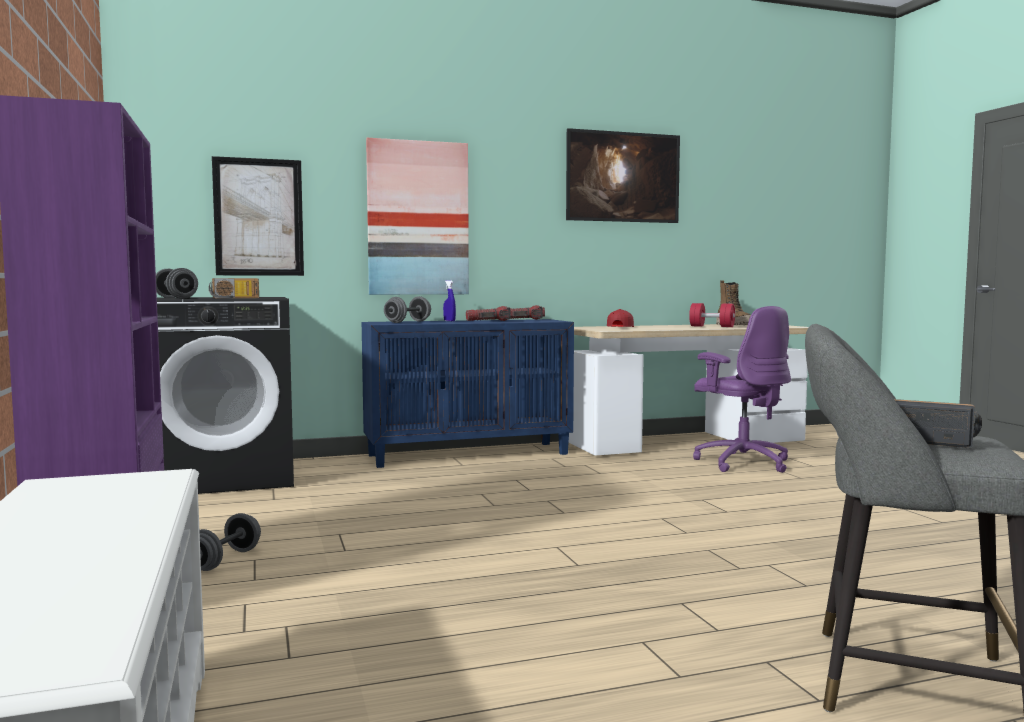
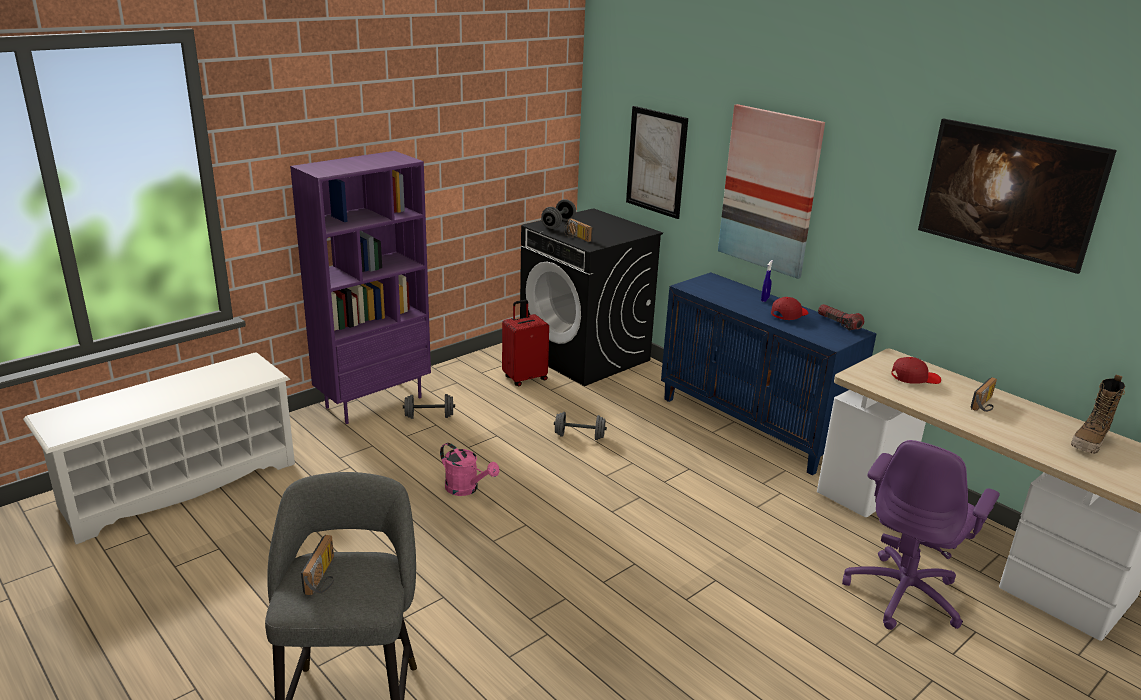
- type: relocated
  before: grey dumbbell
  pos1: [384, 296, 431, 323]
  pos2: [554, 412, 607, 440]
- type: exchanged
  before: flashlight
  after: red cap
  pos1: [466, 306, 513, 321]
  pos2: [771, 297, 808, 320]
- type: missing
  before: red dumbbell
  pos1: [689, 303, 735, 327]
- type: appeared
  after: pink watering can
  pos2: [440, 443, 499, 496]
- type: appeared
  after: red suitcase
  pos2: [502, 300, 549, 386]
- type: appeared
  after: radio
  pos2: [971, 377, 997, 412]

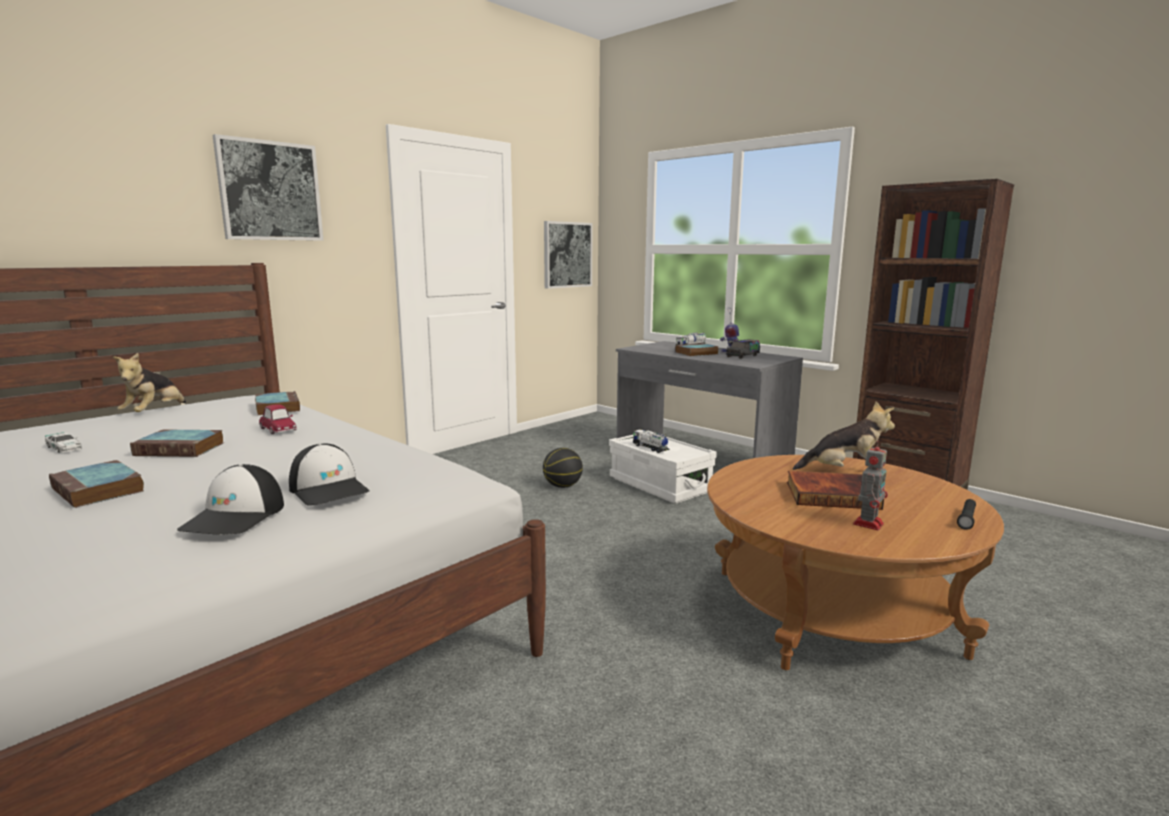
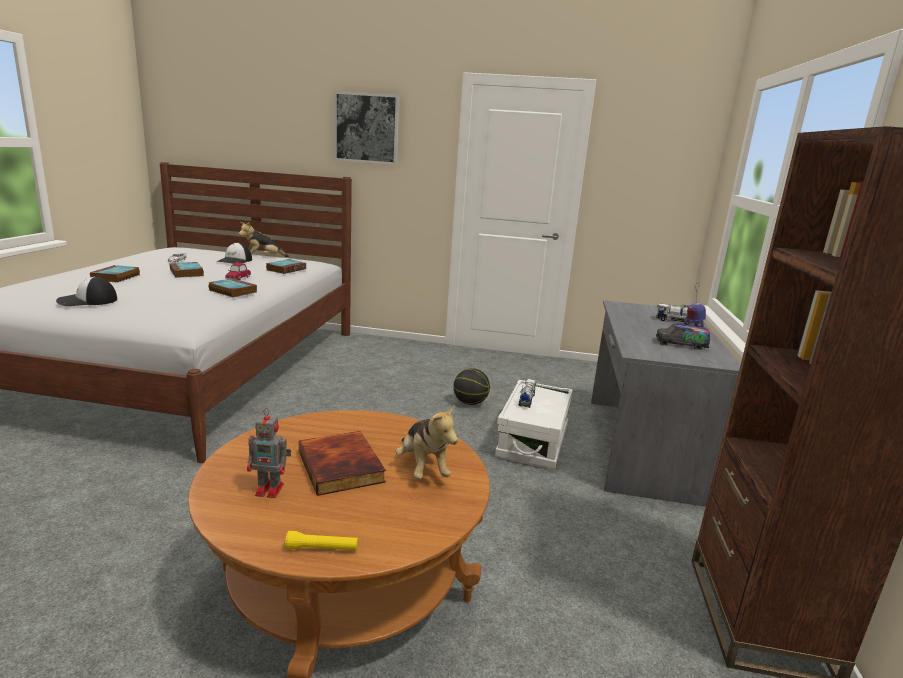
- type: relocated
  before: cap
  pos1: [289, 444, 370, 506]
  pos2: [216, 242, 252, 264]
- type: missing
  before: picture
  pos1: [544, 221, 593, 289]
- type: relocated
  before: book
  pos1: [675, 343, 719, 356]
  pos2: [208, 278, 257, 297]
- type: colour
  before: black flashlight
  after: yellow flashlight
  pos1: [957, 499, 976, 530]
  pos2: [285, 531, 358, 551]

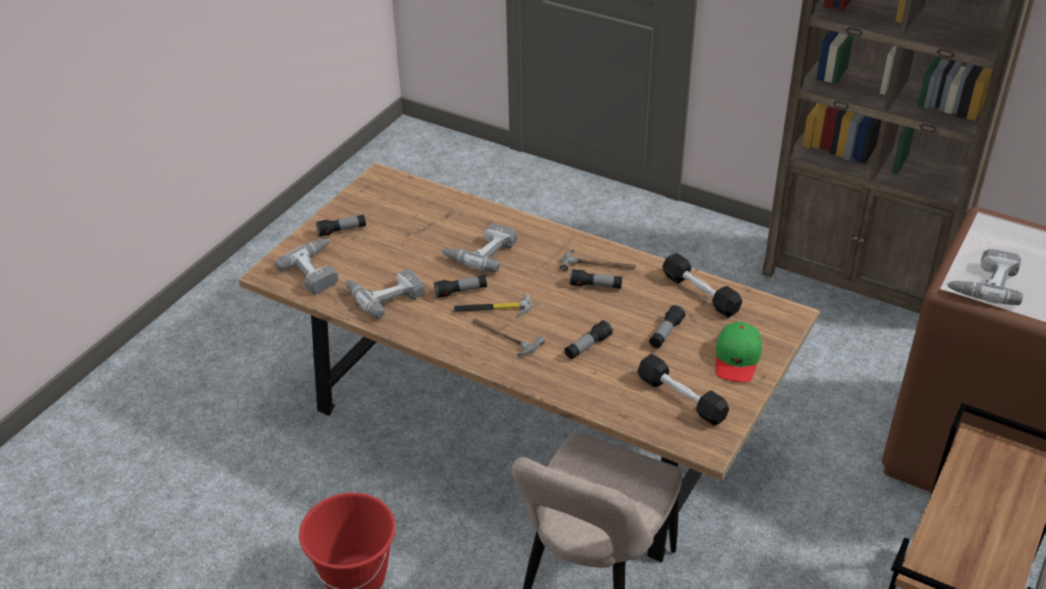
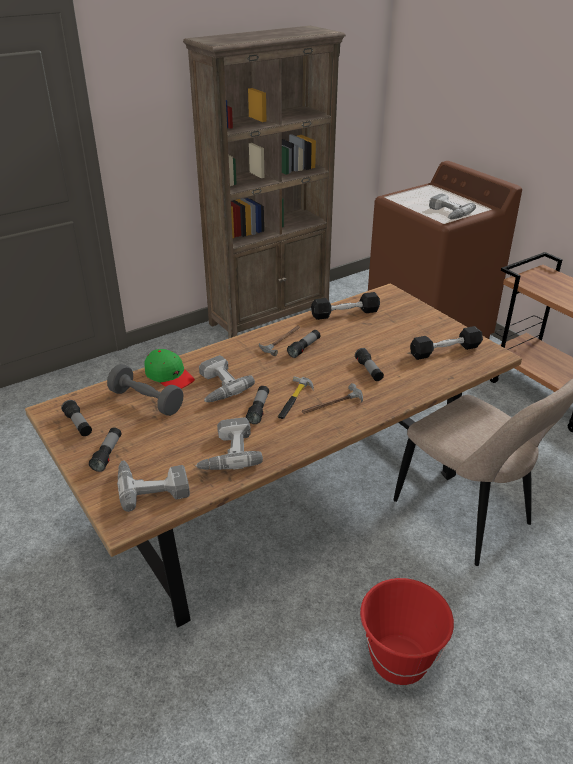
- type: relocated
  before: flashlight
  pos1: [649, 305, 686, 348]
  pos2: [61, 400, 92, 436]
- type: relocated
  before: green cap
  pos1: [716, 322, 762, 382]
  pos2: [144, 349, 195, 389]
- type: appeared
  after: grey dumbbell
  pos2: [107, 364, 183, 416]

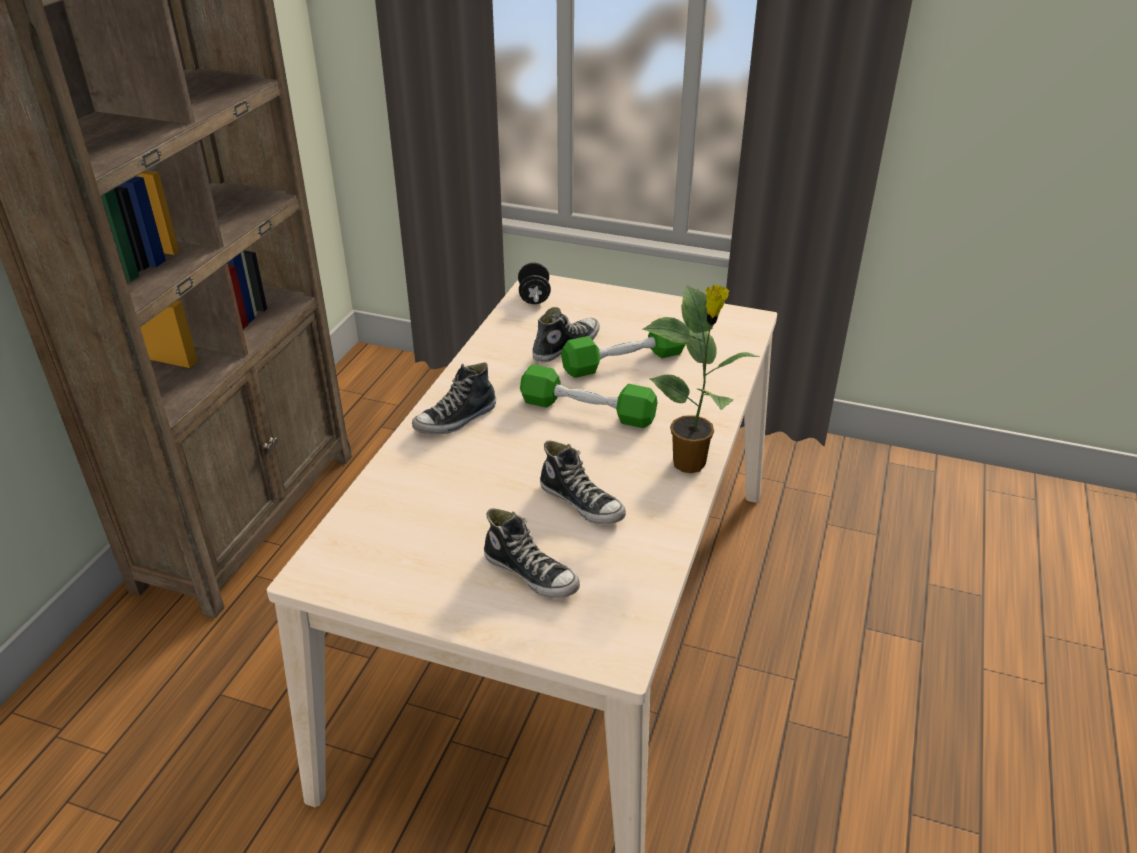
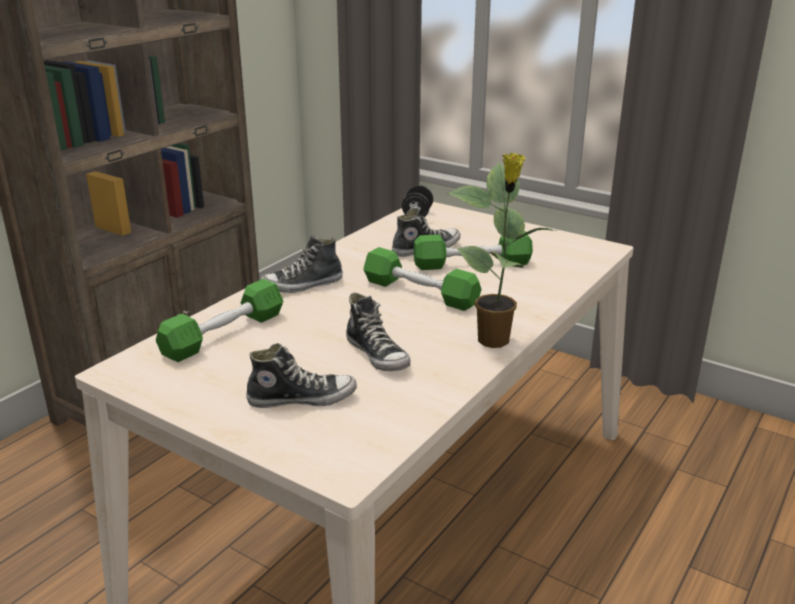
- type: spun
  before: shoe
  pos1: [484, 508, 580, 598]
  pos2: [246, 343, 357, 408]
  turn: -60
- type: appeared
  after: green dumbbell
  pos2: [156, 279, 284, 362]

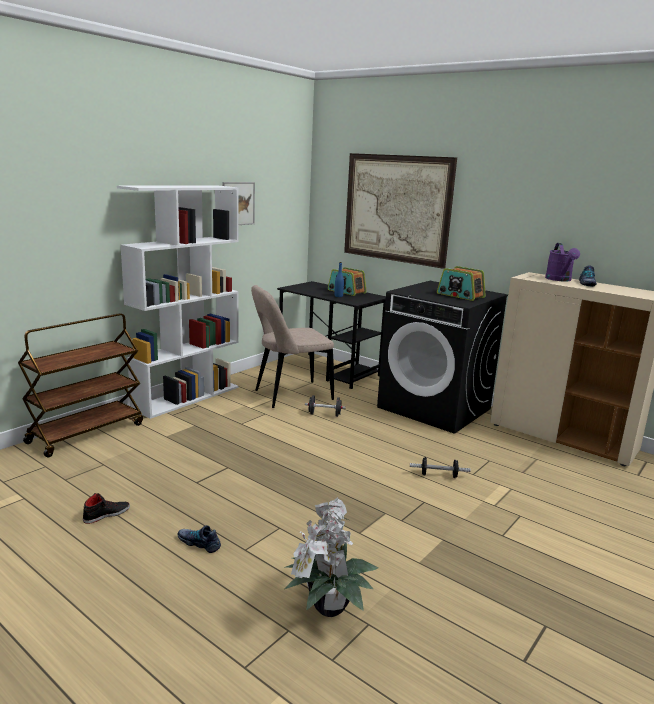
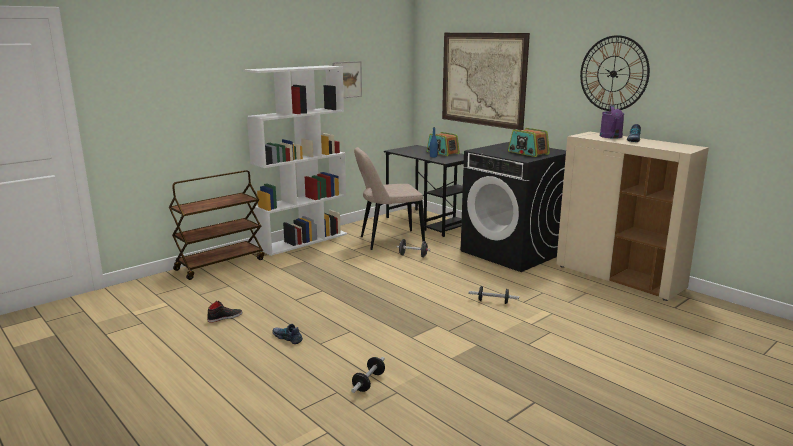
- type: exchanged
  before: potted plant
  after: dumbbell
  pos1: [284, 497, 379, 617]
  pos2: [351, 357, 385, 393]
- type: appeared
  after: wall clock
  pos2: [580, 35, 650, 111]

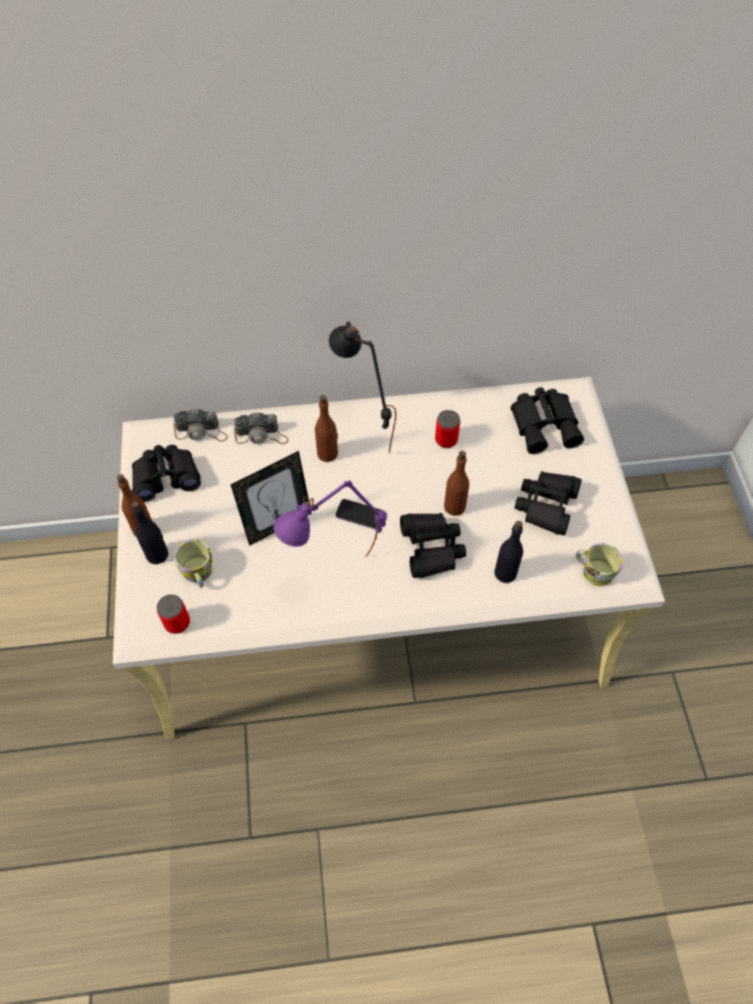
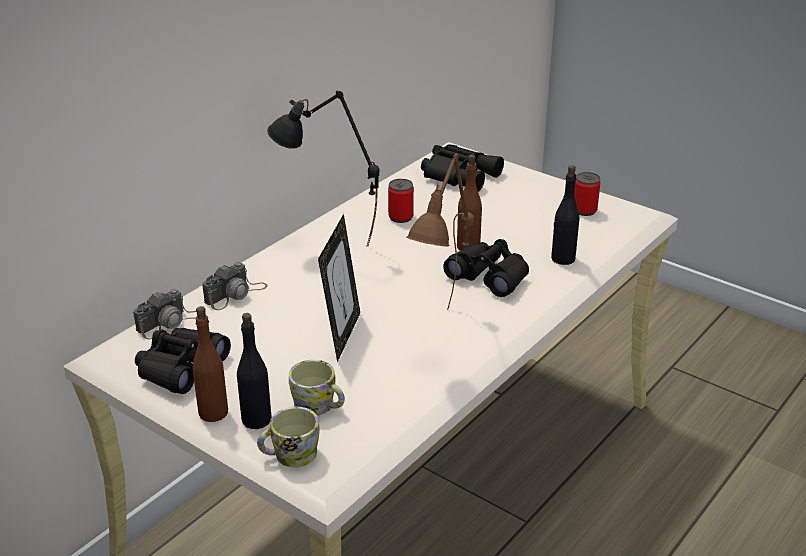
- type: relocated
  before: can
  pos1: [157, 595, 190, 634]
  pos2: [574, 172, 601, 216]
- type: colour
  before: purple table lamp
  after: brown table lamp
  pos1: [273, 481, 387, 556]
  pos2: [406, 153, 474, 310]
- type: missing
  before: brown bottle
  pos1: [315, 395, 338, 462]
- type: missing
  before: phone
  pos1: [335, 499, 384, 530]
- type: missing
  before: black binoculars
  pos1: [515, 471, 582, 536]
- type: relocated
  before: mug
  pos1: [576, 543, 623, 586]
  pos2: [257, 407, 320, 467]

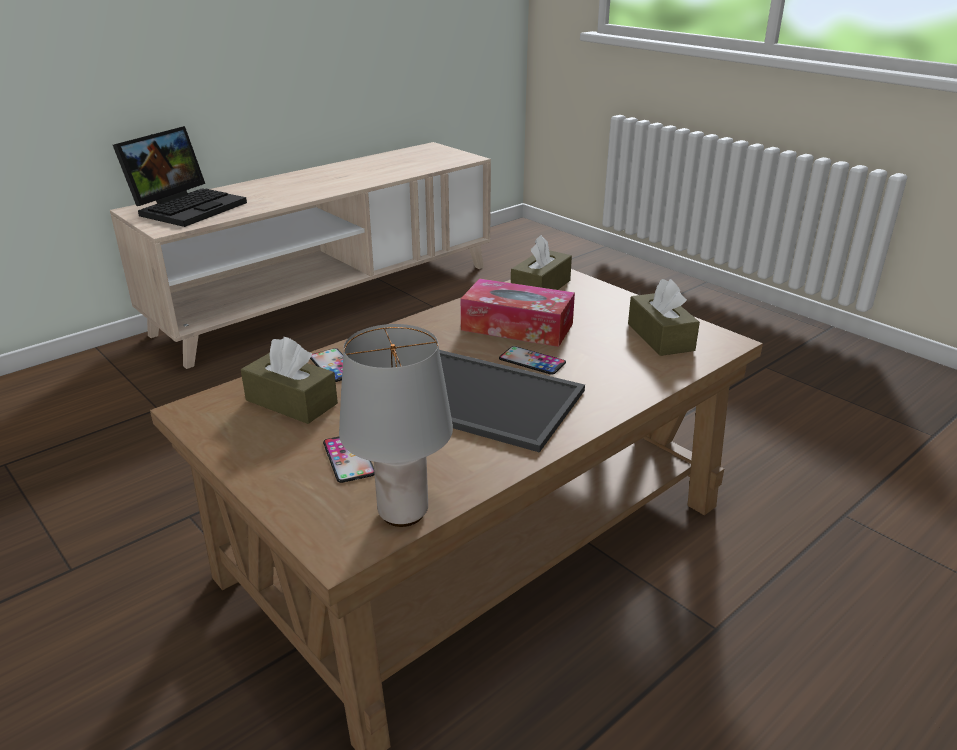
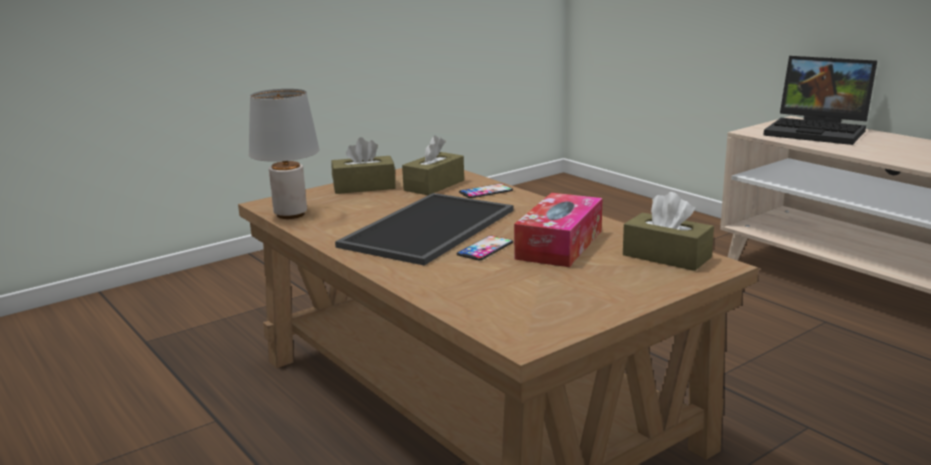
- type: missing
  before: phone
  pos1: [323, 437, 375, 483]
- type: relocated
  before: brown tissue box
  pos1: [628, 279, 700, 356]
  pos2: [331, 137, 396, 194]

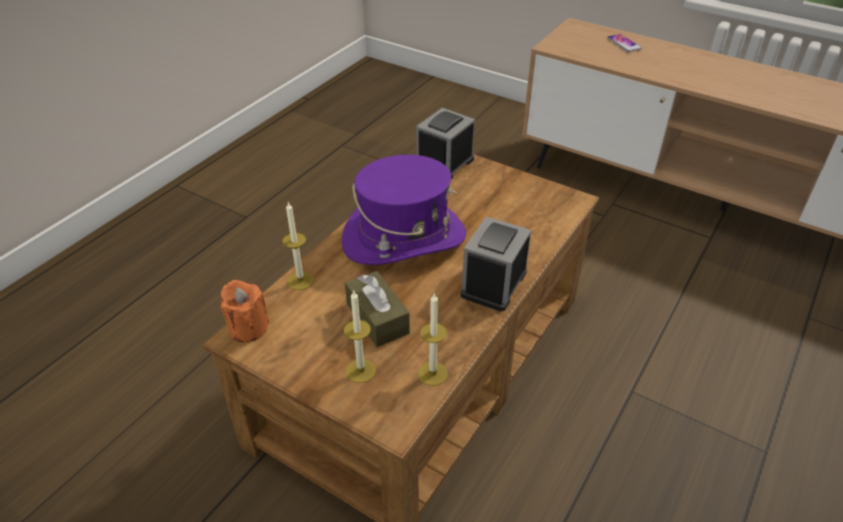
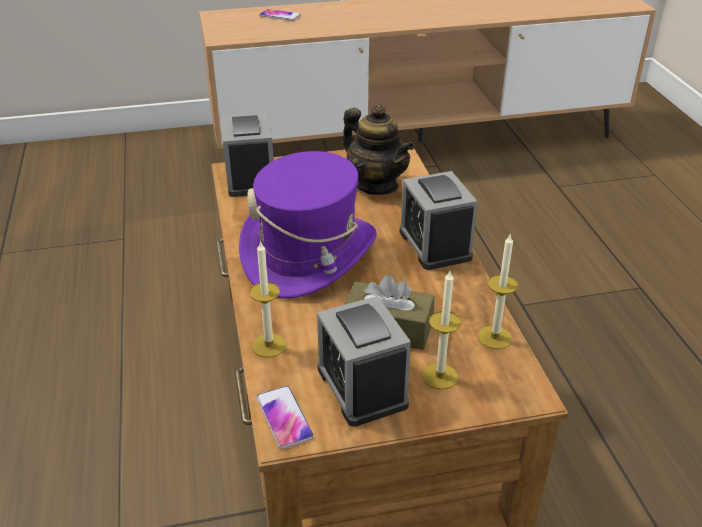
- type: exchanged
  before: orange candle
  after: phone
  pos1: [221, 280, 269, 342]
  pos2: [256, 386, 314, 449]
- type: appeared
  after: alarm clock
  pos2: [317, 296, 411, 427]
- type: appeared
  after: teapot
  pos2: [343, 104, 414, 195]

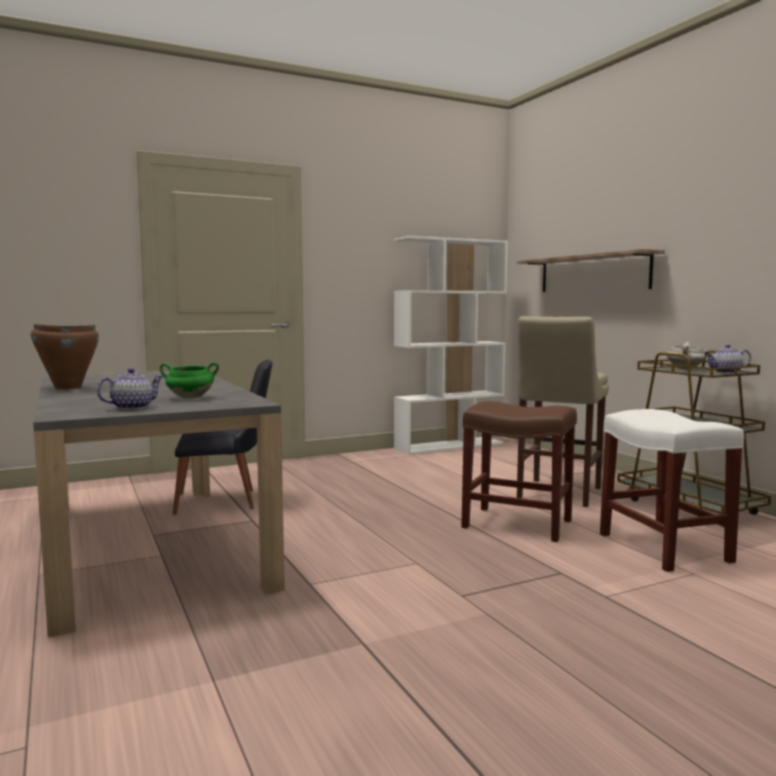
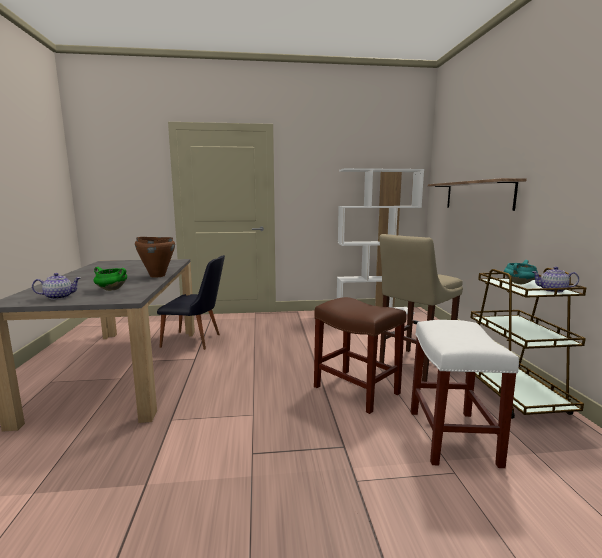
- type: relocated
  before: brown cooking pot
  pos1: [31, 324, 99, 390]
  pos2: [135, 237, 175, 277]
- type: colour
  before: white cooking pot
  after: turquoise cooking pot
  pos1: [667, 342, 706, 370]
  pos2: [504, 260, 538, 284]

